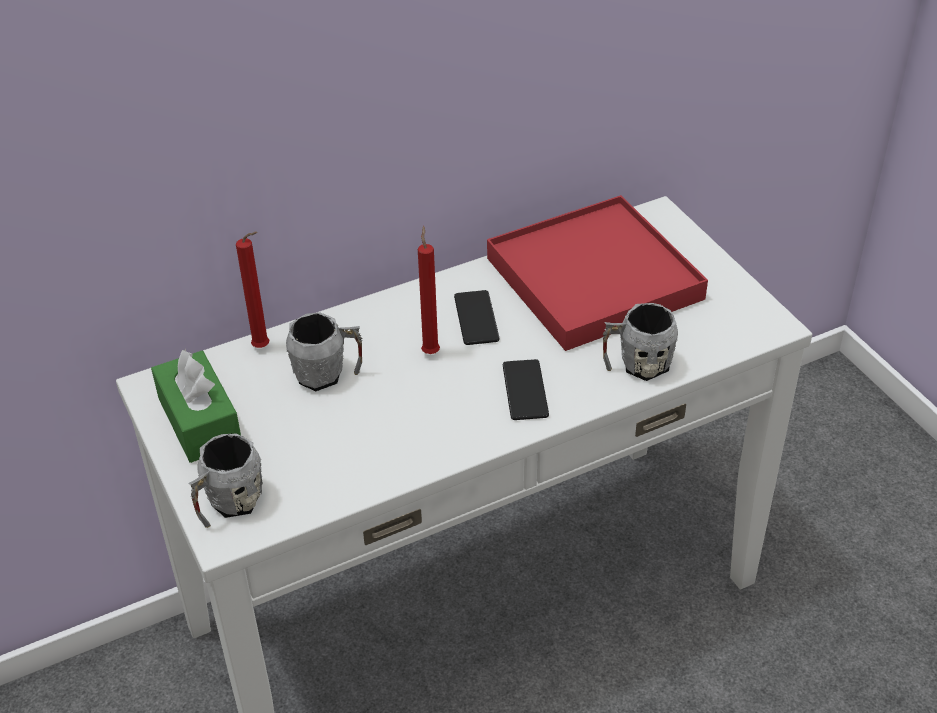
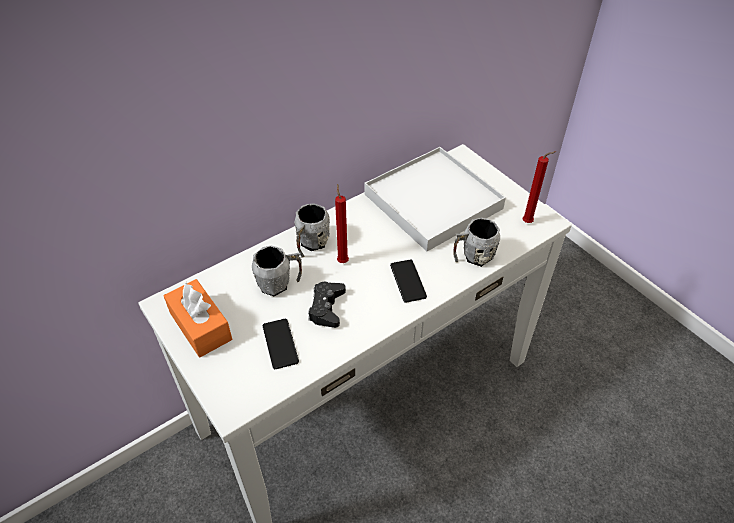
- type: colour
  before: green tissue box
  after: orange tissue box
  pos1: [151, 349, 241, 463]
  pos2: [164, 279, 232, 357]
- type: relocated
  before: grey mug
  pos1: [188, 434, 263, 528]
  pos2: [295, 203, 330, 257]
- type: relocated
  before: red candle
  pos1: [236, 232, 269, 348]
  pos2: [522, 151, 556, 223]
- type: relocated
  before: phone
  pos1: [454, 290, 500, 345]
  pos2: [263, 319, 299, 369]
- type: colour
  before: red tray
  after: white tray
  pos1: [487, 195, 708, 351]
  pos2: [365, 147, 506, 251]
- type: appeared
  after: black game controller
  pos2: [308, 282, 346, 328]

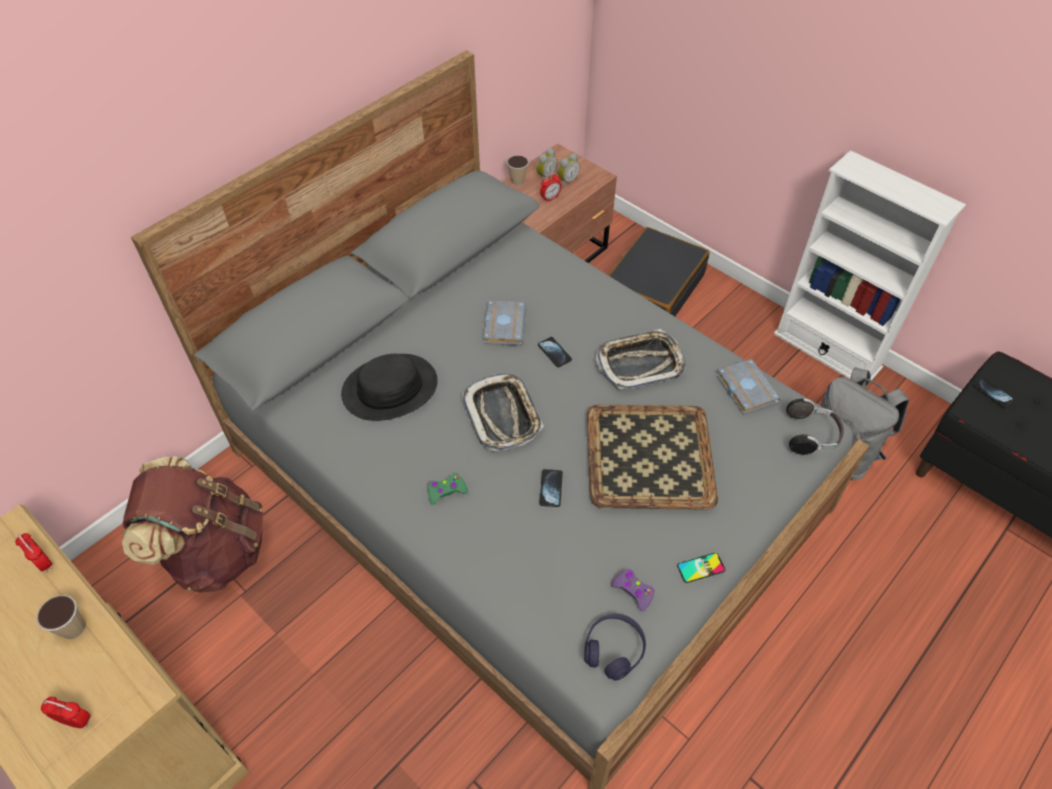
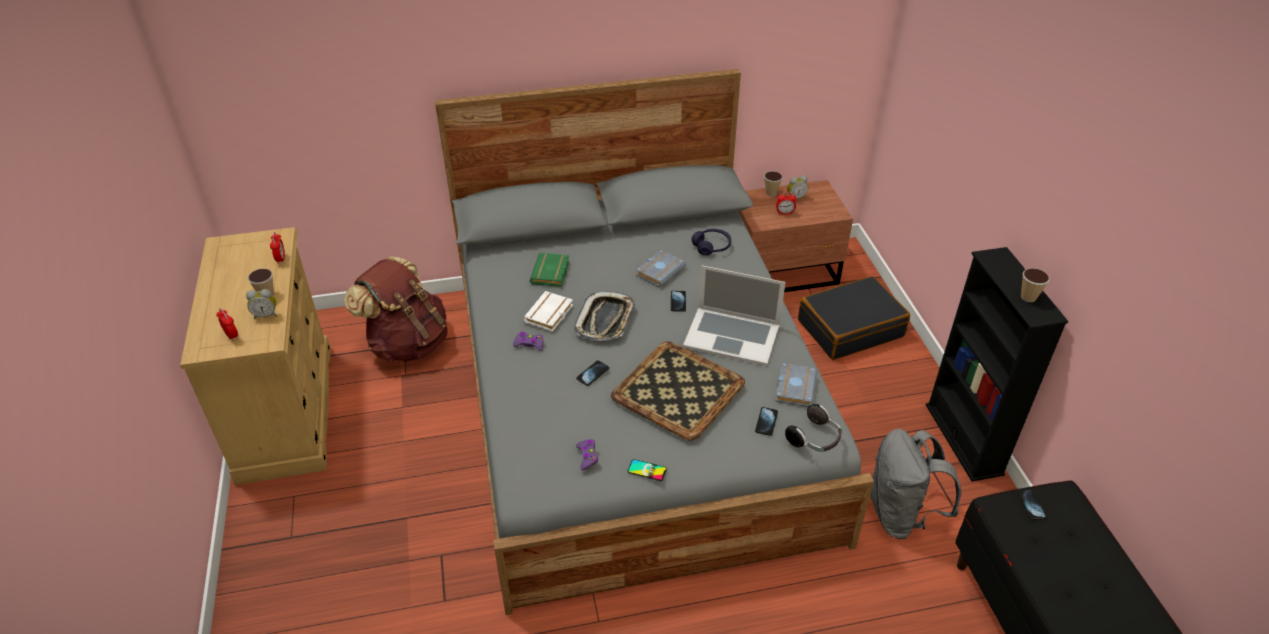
- type: exchanged
  before: black hat
  after: green book
  pos1: [341, 354, 438, 421]
  pos2: [530, 253, 569, 287]
- type: colour
  before: green game controller
  after: purple game controller
  pos1: [428, 473, 468, 505]
  pos2: [513, 332, 543, 351]
- type: relocated
  before: alarm clock
  pos1: [557, 153, 580, 186]
  pos2: [246, 289, 277, 319]
- type: relocated
  before: purple headphones
  pos1: [584, 614, 646, 681]
  pos2: [692, 229, 731, 255]
- type: exchanged
  before: tray
  after: laptop
  pos1: [595, 329, 686, 390]
  pos2: [683, 265, 786, 366]
- type: colour
  before: white bookcase
  after: black bookcase
  pos1: [774, 150, 966, 383]
  pos2: [926, 247, 1069, 482]
- type: appeared
  after: white book
  pos2: [523, 291, 573, 332]
- type: appeared
  after: phone
  pos2: [755, 407, 778, 436]
- type: appeared
  after: cup
  pos2: [1021, 268, 1050, 302]

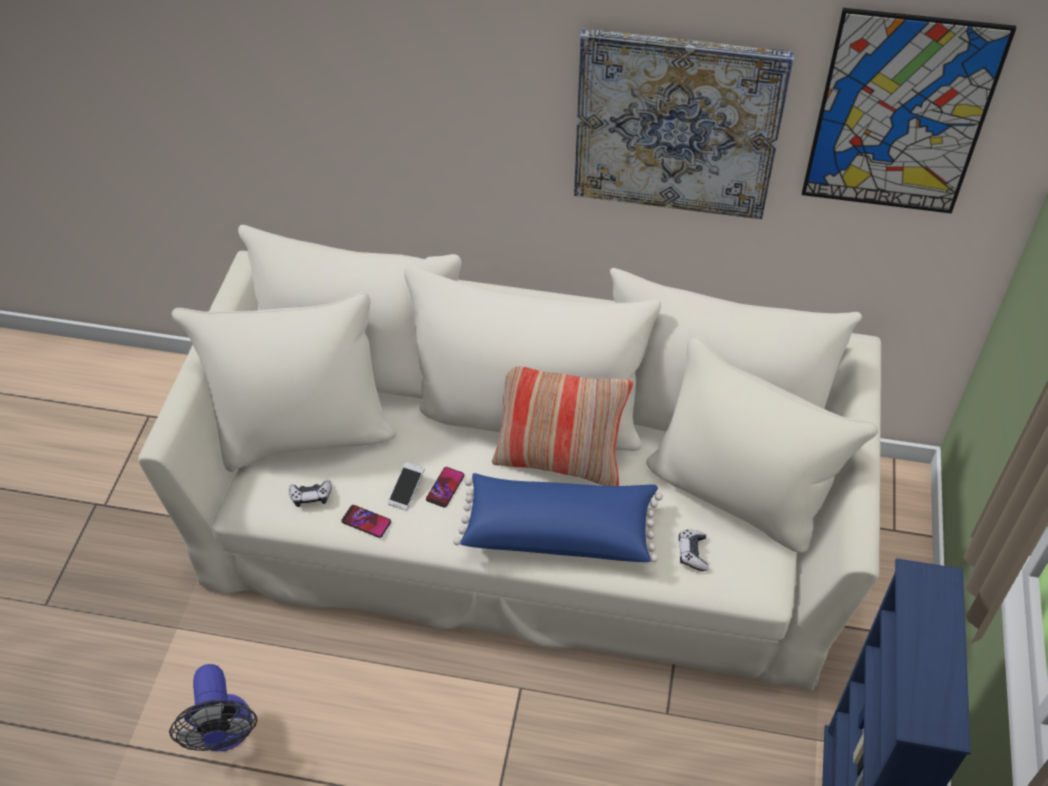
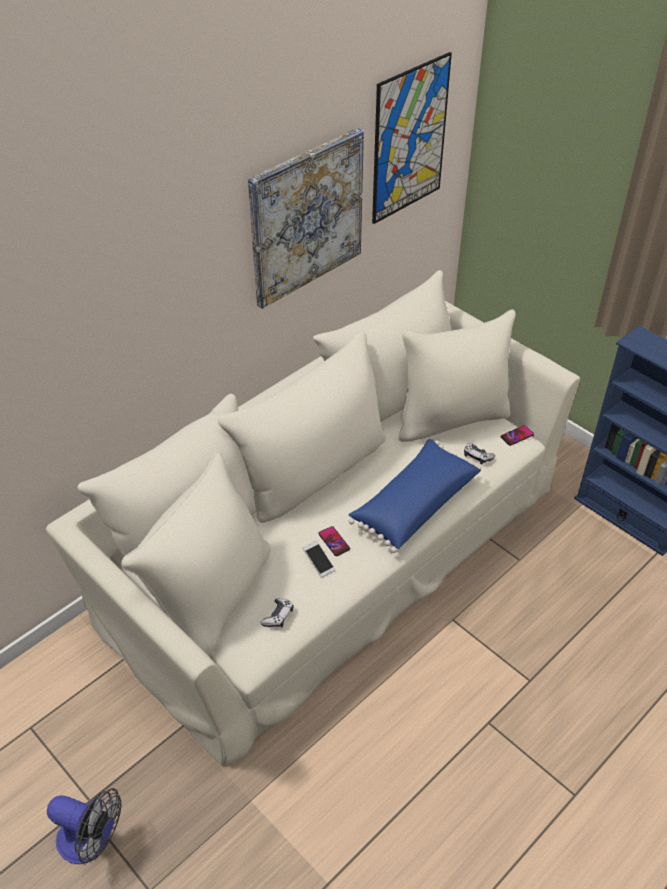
- type: relocated
  before: fan
  pos1: [169, 664, 257, 751]
  pos2: [47, 788, 122, 864]
- type: relocated
  before: phone
  pos1: [341, 505, 391, 538]
  pos2: [501, 425, 534, 446]
- type: missing
  before: pillow
  pos1: [492, 366, 633, 486]

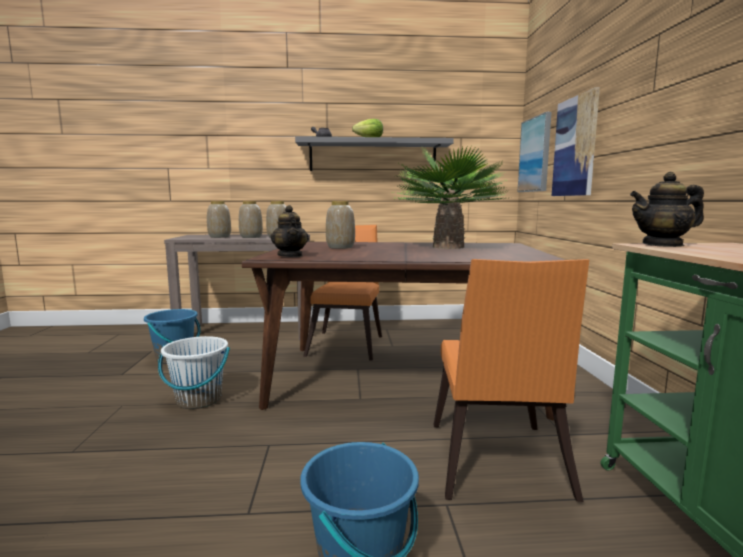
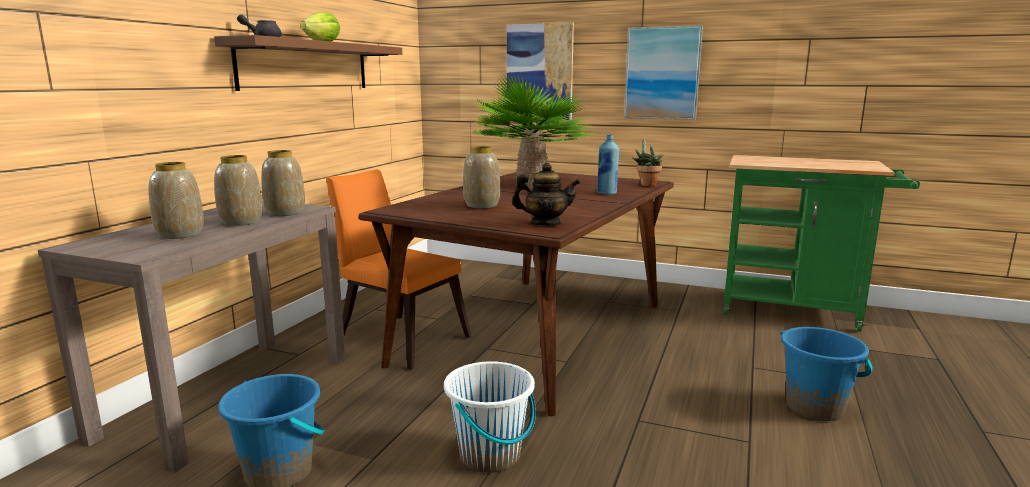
- type: colour
  before: grey shelf
  after: brown shelf
  pos1: [295, 136, 454, 171]
  pos2: [214, 35, 402, 91]
- type: missing
  before: orange chair
  pos1: [433, 259, 589, 502]
- type: relocated
  before: picture
  pos1: [518, 112, 551, 192]
  pos2: [624, 25, 703, 120]
- type: missing
  before: teapot
  pos1: [630, 172, 704, 247]
- type: appeared
  after: blue bottle
  pos2: [597, 134, 619, 195]
- type: appeared
  after: potted plant
  pos2: [632, 137, 663, 186]

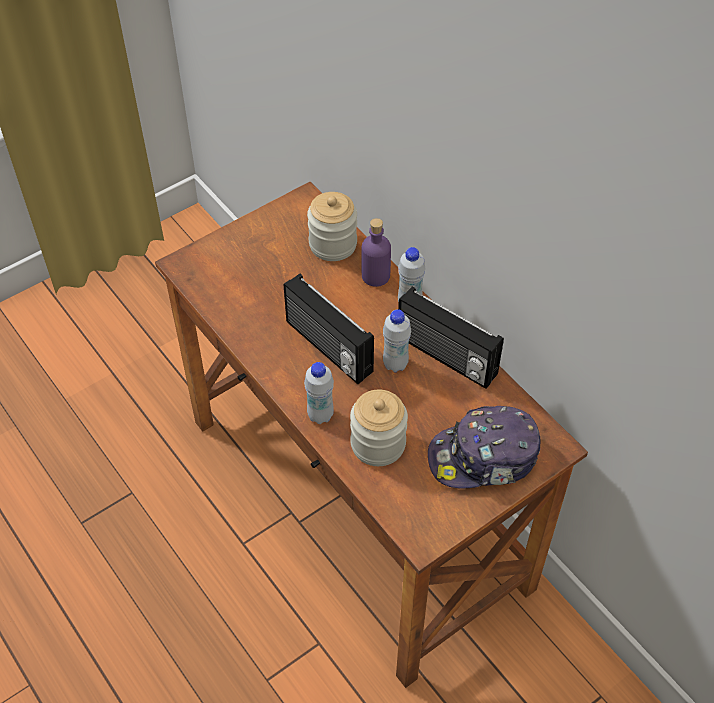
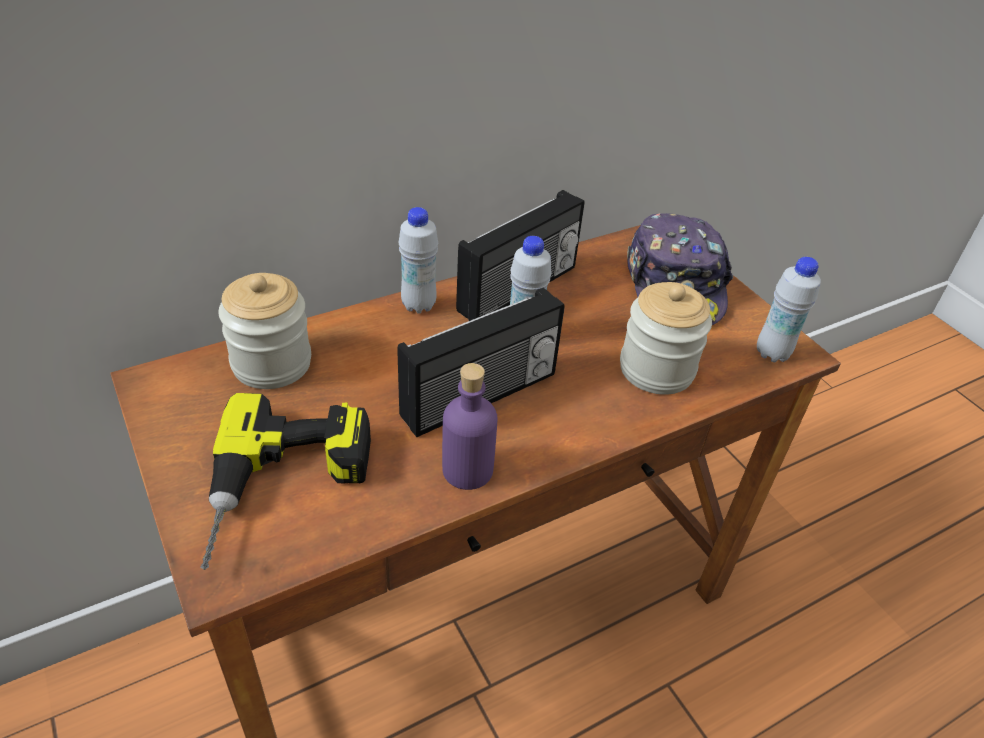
- type: relocated
  before: white bottle
  pos1: [304, 362, 334, 424]
  pos2: [757, 257, 821, 362]
- type: relocated
  before: purple bottle
  pos1: [361, 218, 391, 287]
  pos2: [442, 363, 498, 490]
- type: appeared
  after: power drill
  pos2: [201, 393, 371, 570]

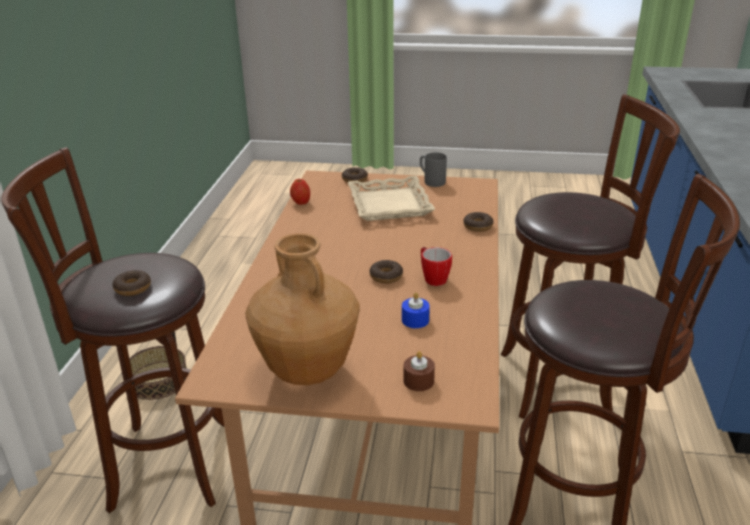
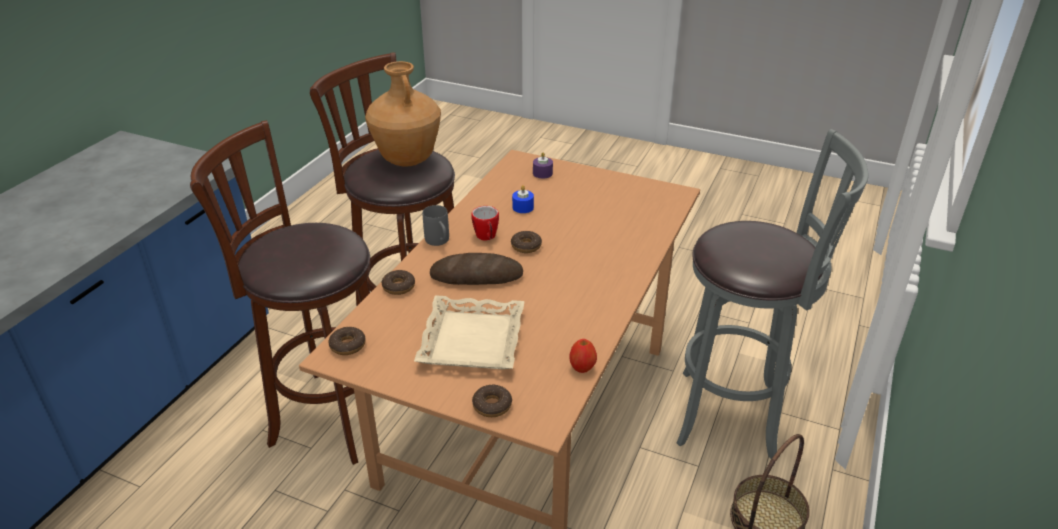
- type: colour
  before: brown stool
  after: grey stool
  pos1: [1, 147, 224, 513]
  pos2: [677, 129, 869, 459]
- type: relocated
  before: donut
  pos1: [113, 270, 151, 296]
  pos2: [329, 327, 366, 355]
- type: relocated
  before: brown vase
  pos1: [245, 233, 360, 385]
  pos2: [365, 61, 441, 166]
- type: colour
  before: brown candle
  after: purple candle
  pos1: [403, 351, 435, 391]
  pos2: [533, 152, 553, 178]
- type: relocated
  before: grey mug
  pos1: [420, 152, 447, 187]
  pos2: [423, 205, 449, 246]
- type: appeared
  after: bread
  pos2: [430, 253, 523, 285]

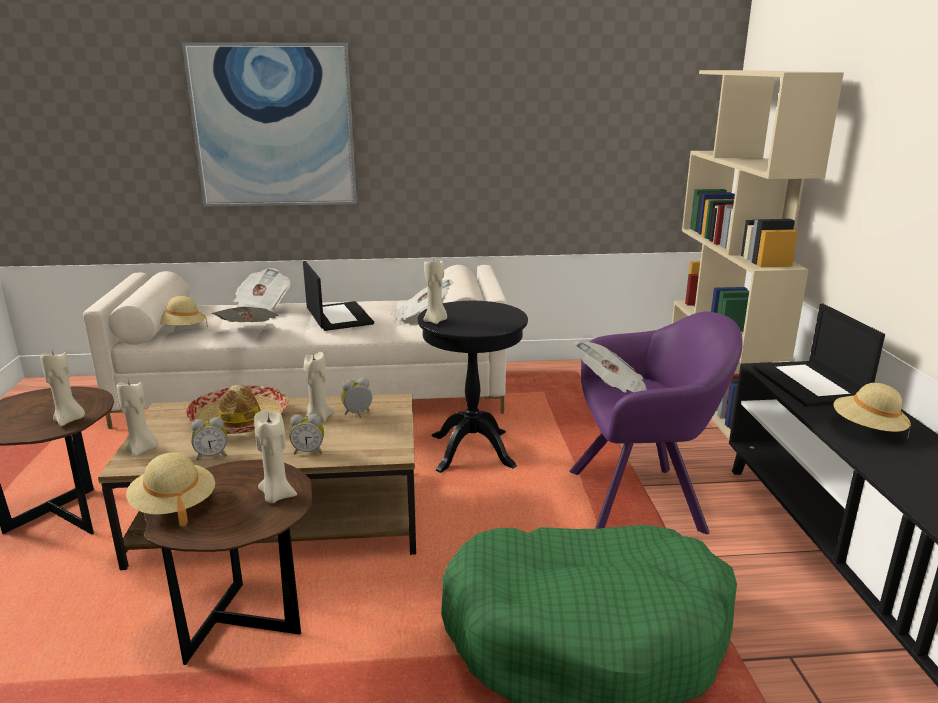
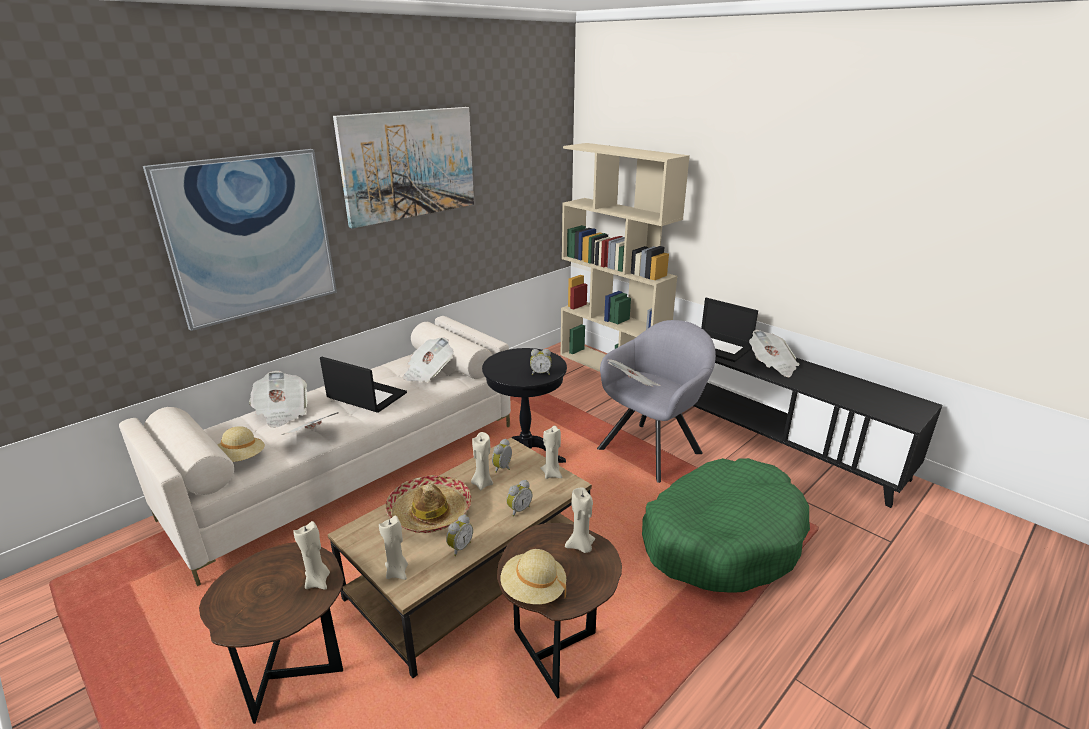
- type: relocated
  before: beige candle
  pos1: [423, 260, 447, 324]
  pos2: [540, 426, 563, 479]
- type: colour
  before: purple armchair
  after: grey armchair
  pos1: [569, 312, 743, 534]
  pos2: [597, 320, 716, 483]
- type: exchanged
  before: beige hat
  after: newspaper
  pos1: [833, 383, 911, 439]
  pos2: [749, 330, 799, 377]
- type: appeared
  after: picture
  pos2: [333, 107, 474, 229]
- type: appeared
  after: alarm clock
  pos2: [530, 349, 552, 375]

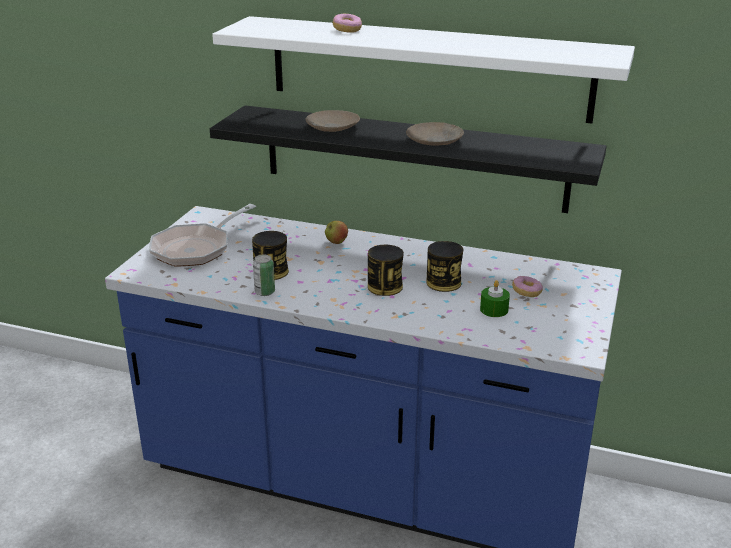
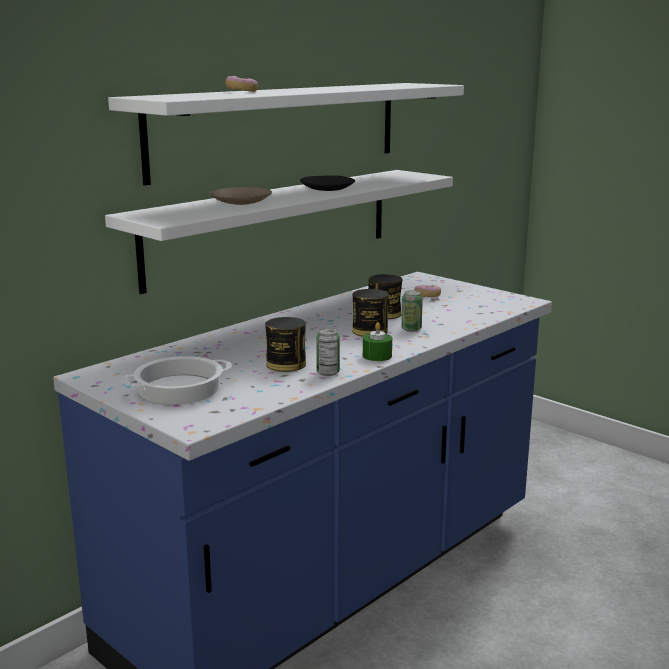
- type: exchanged
  before: frying pan
  after: cooking pot
  pos1: [149, 204, 256, 267]
  pos2: [121, 356, 232, 404]
- type: colour
  before: black shelf
  after: white shelf
  pos1: [210, 105, 607, 213]
  pos2: [105, 170, 453, 294]
- type: missing
  before: apple
  pos1: [325, 221, 348, 244]
- type: colour
  before: beige plate
  after: black plate
  pos1: [406, 122, 464, 146]
  pos2: [300, 175, 356, 191]
- type: relocated
  before: green candle
  pos1: [480, 280, 510, 317]
  pos2: [363, 322, 392, 361]
- type: appeared
  after: can
  pos2: [402, 290, 423, 332]

